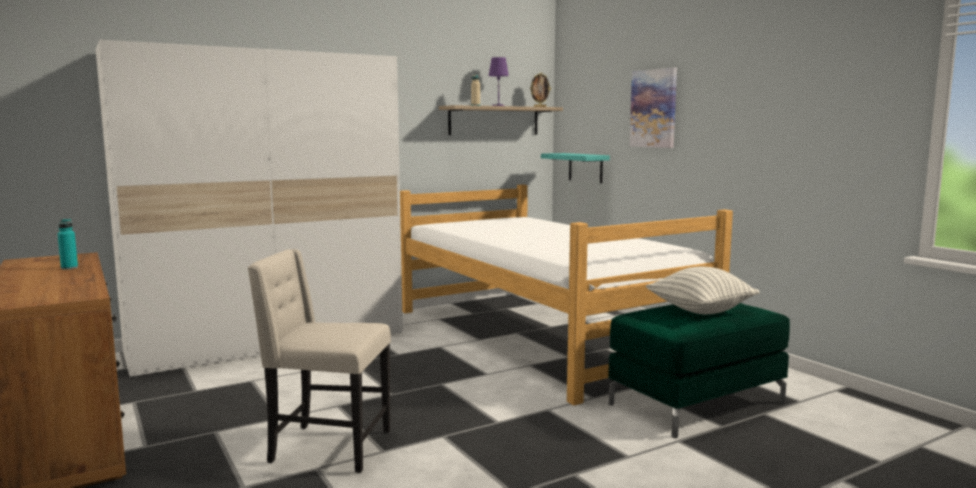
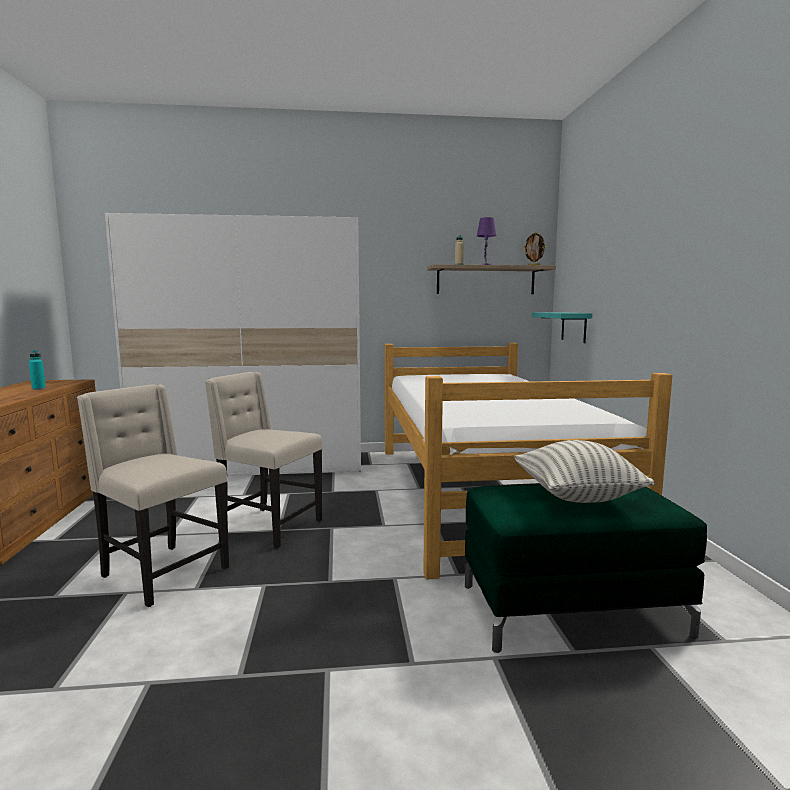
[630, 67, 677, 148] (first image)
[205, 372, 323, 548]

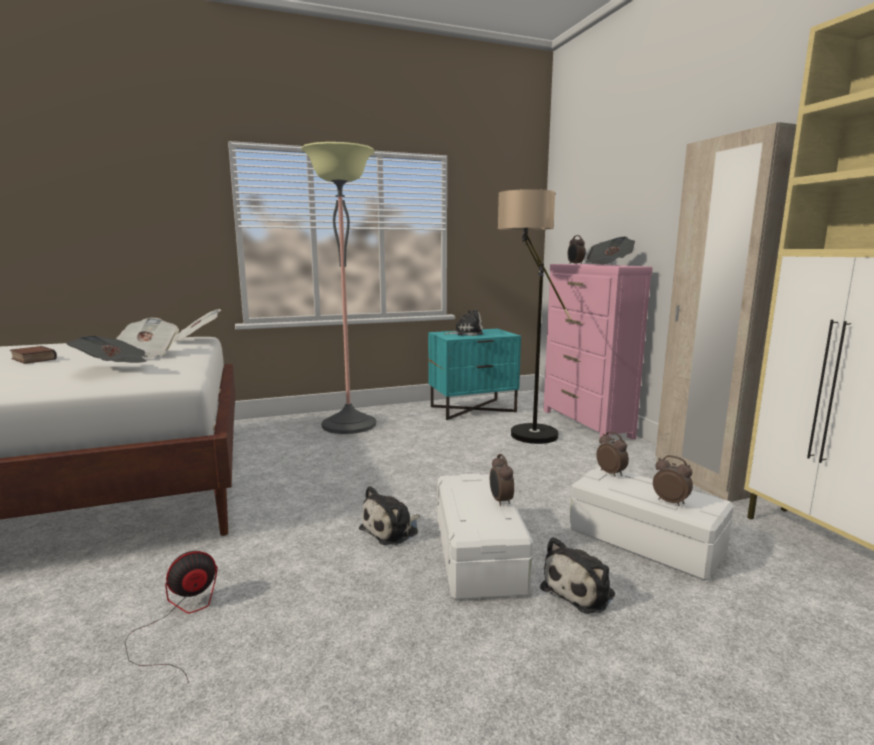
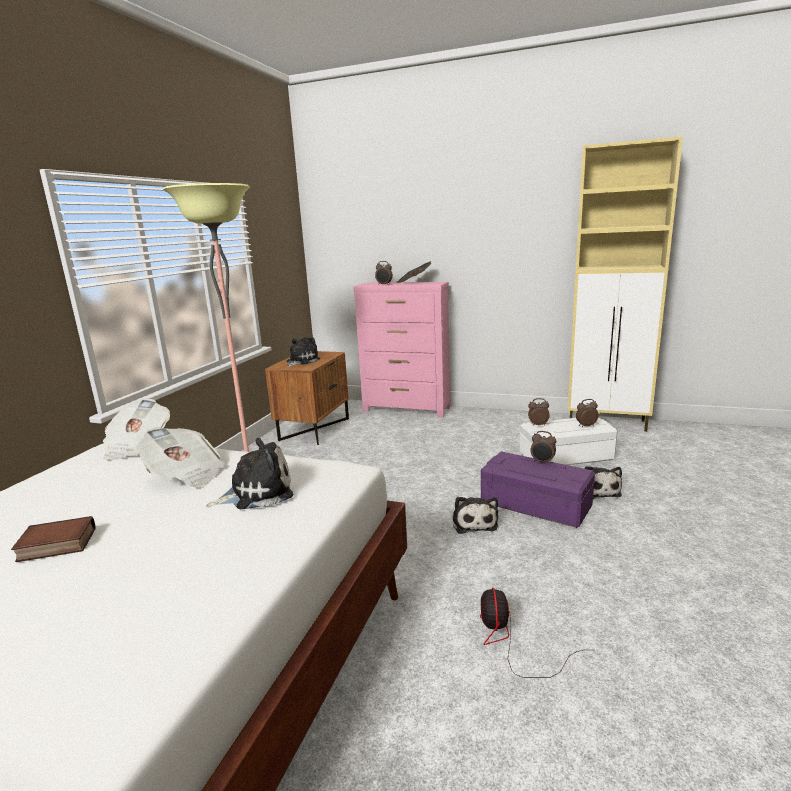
[655, 122, 797, 502] (first image)
[498, 189, 572, 444] (first image)
[265, 351, 349, 445]
[207, 438, 293, 509]
[481, 451, 595, 528]

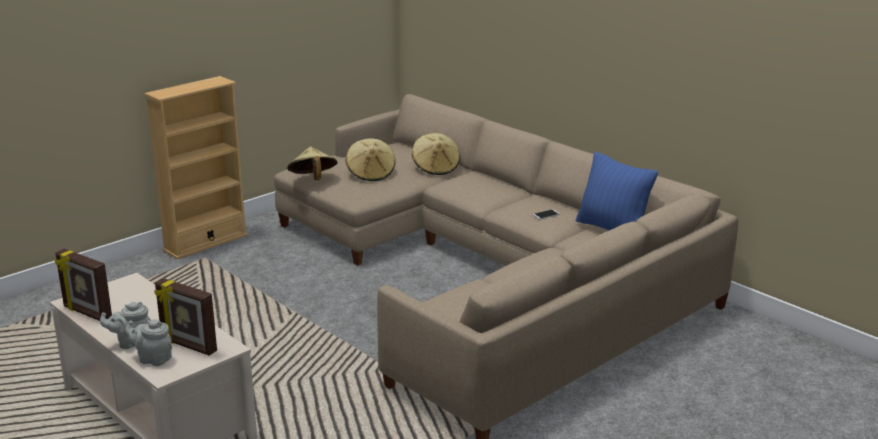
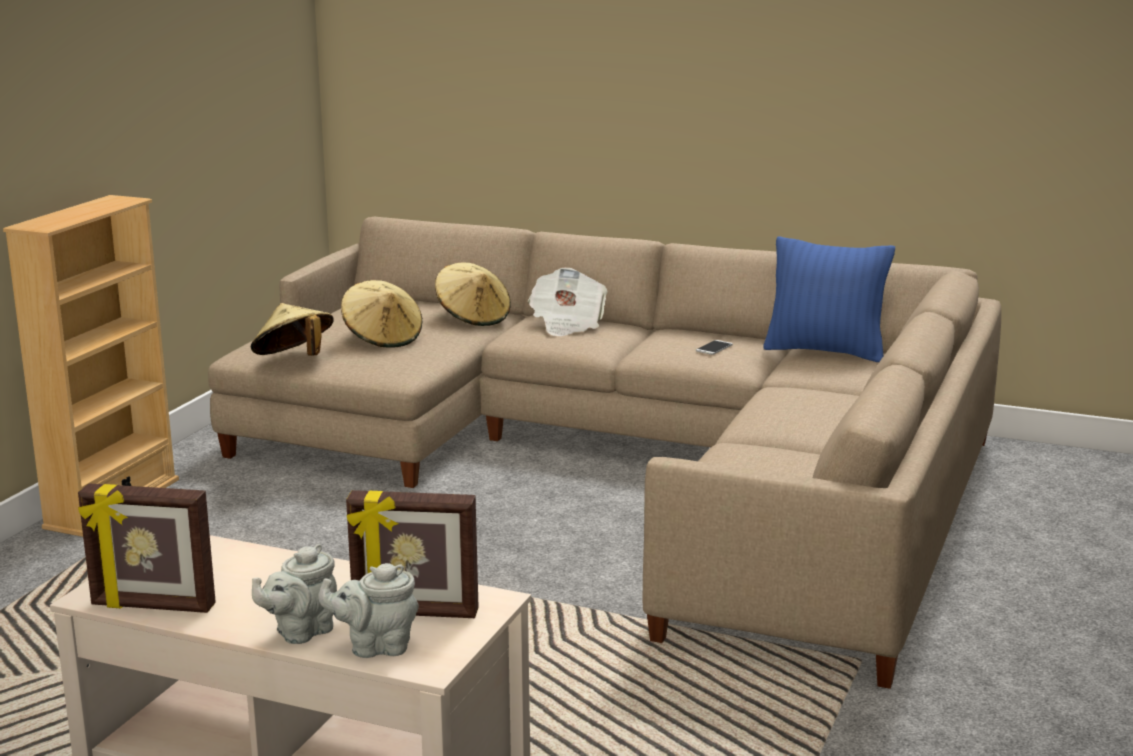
[528, 268, 608, 336]

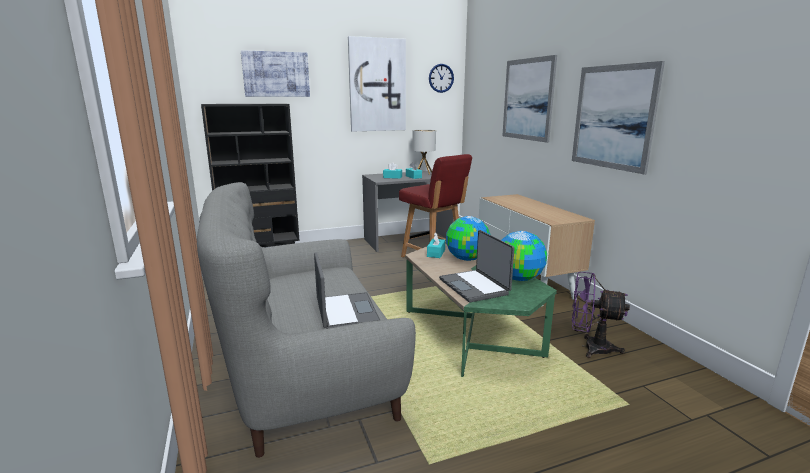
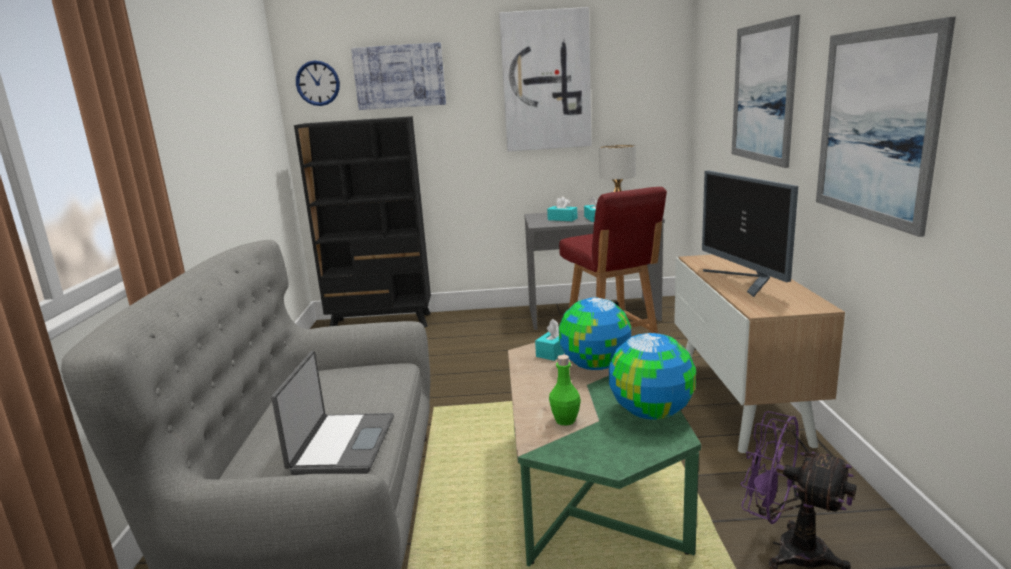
[296, 60, 340, 106]
[549, 355, 581, 426]
[702, 170, 798, 297]

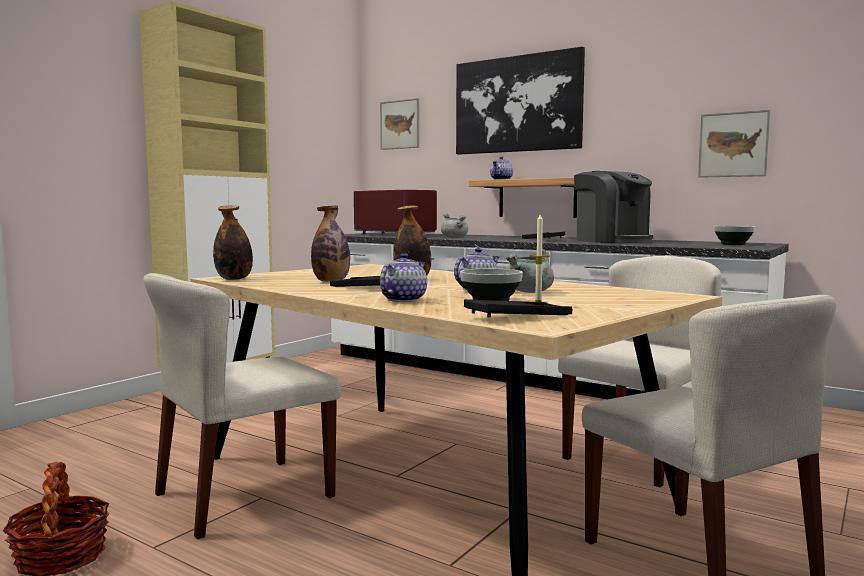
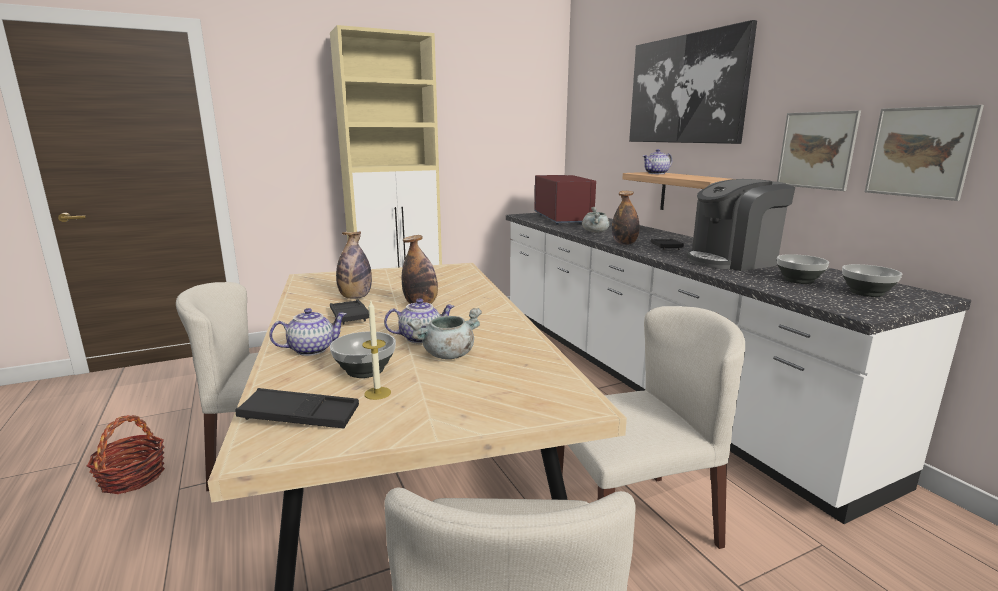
[777, 110, 861, 191]
[687, 179, 795, 271]
[612, 191, 640, 245]
[777, 254, 829, 284]

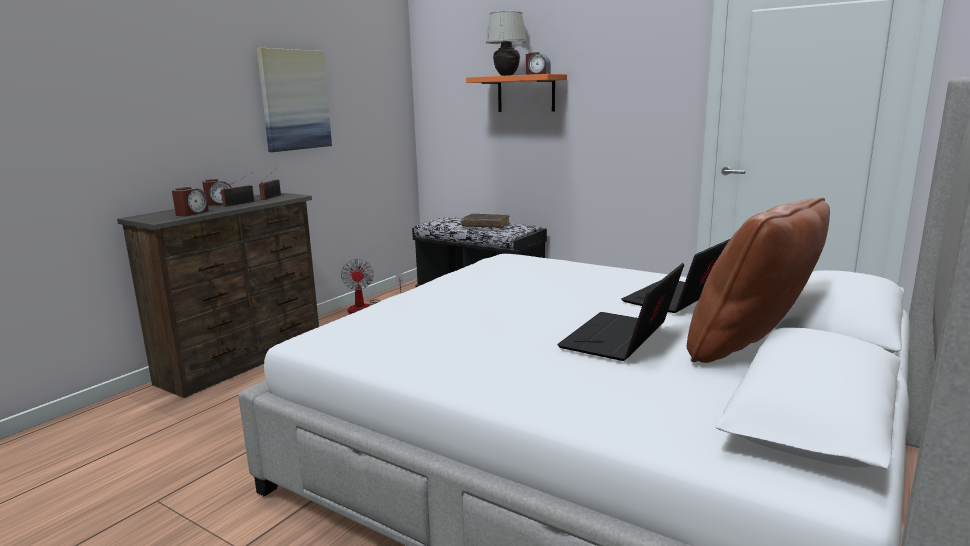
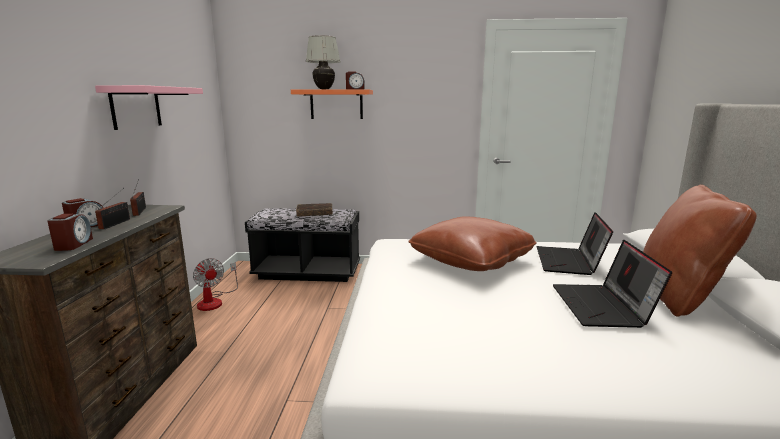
[95, 85, 203, 130]
[408, 216, 537, 271]

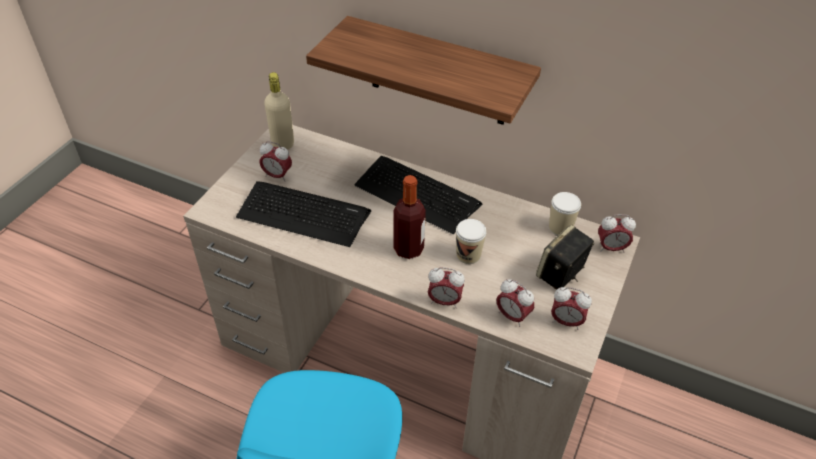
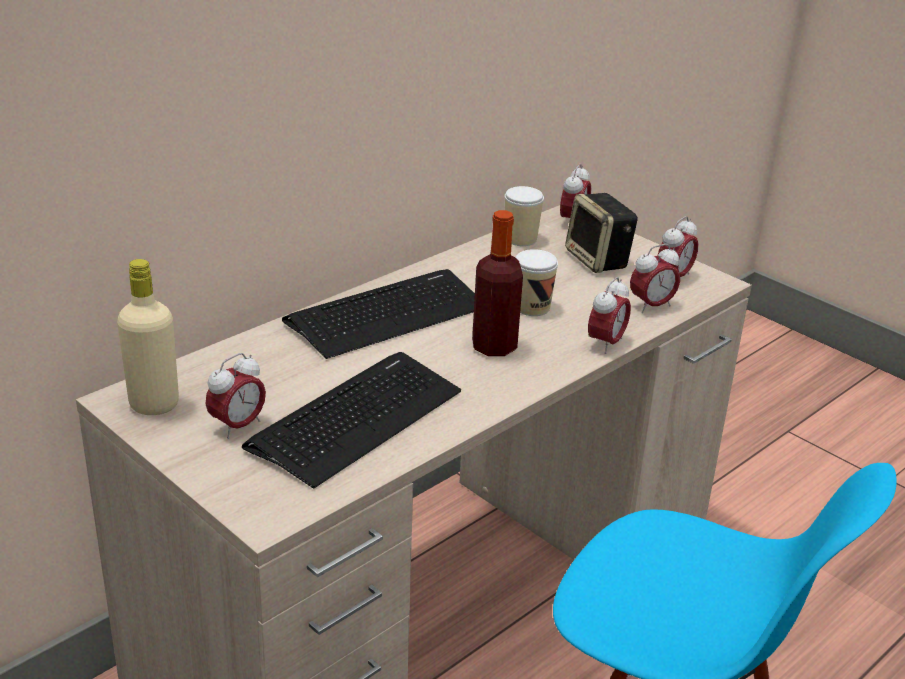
[306, 16, 541, 125] (first image)

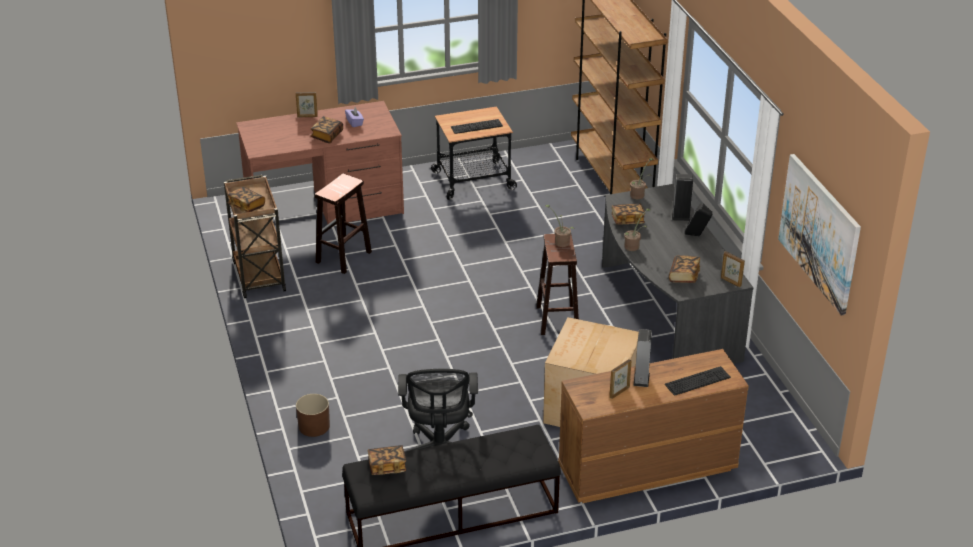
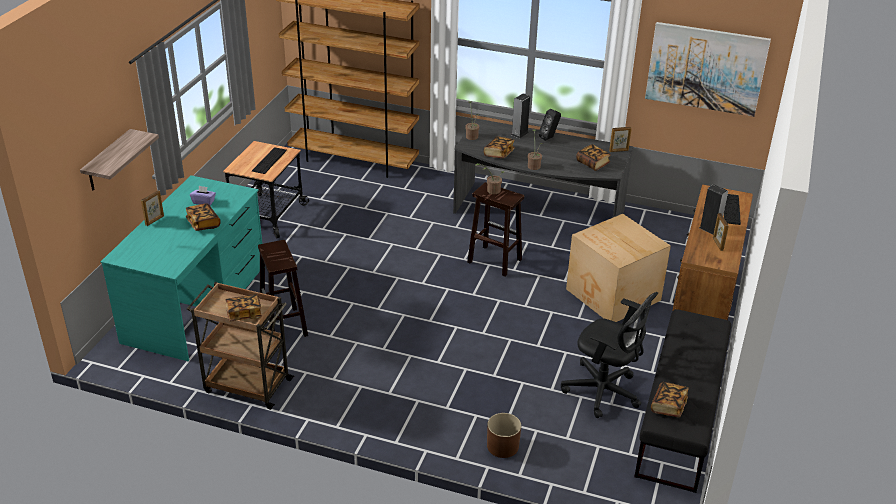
[101, 175, 262, 361]
[80, 129, 159, 190]

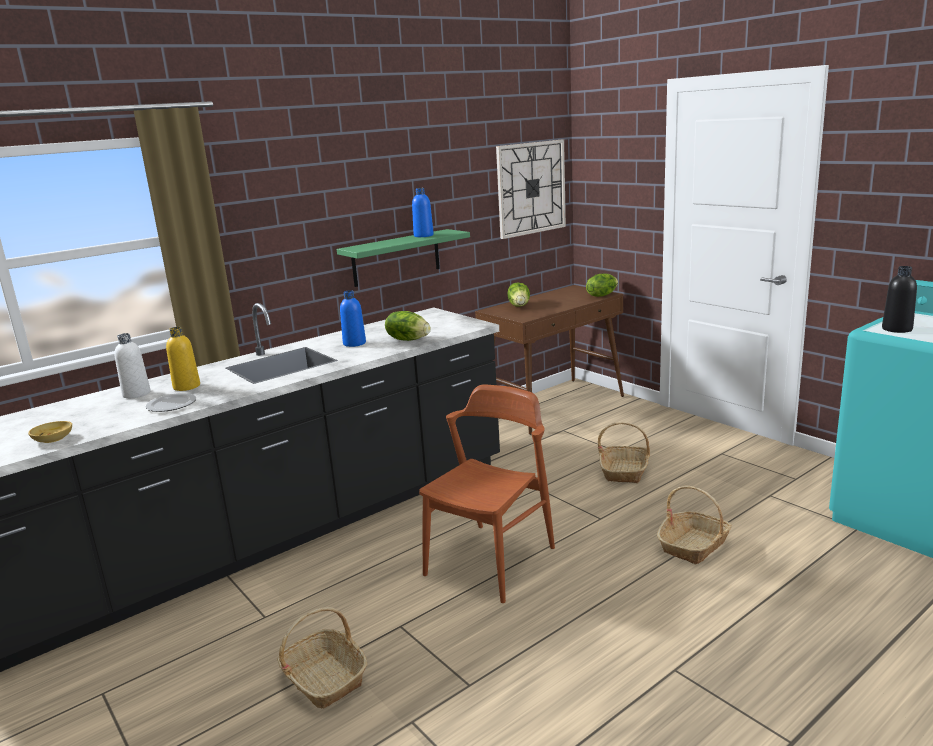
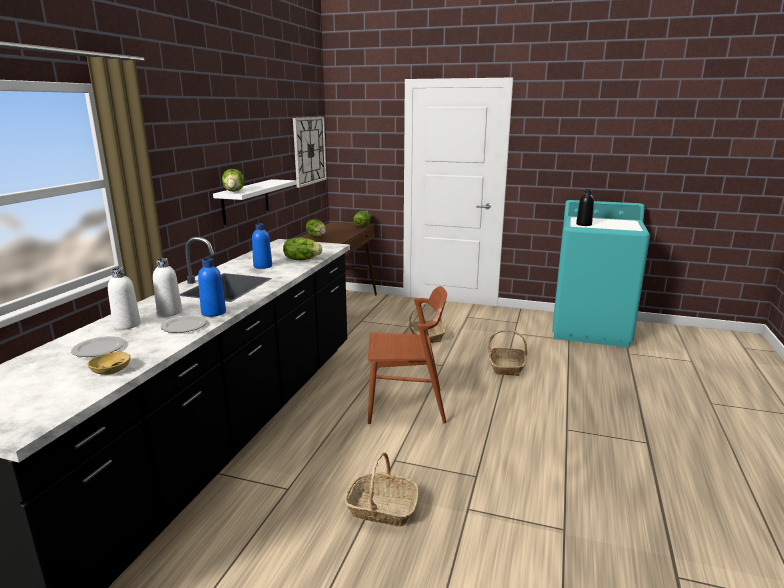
[198, 258, 226, 317]
[213, 179, 296, 225]
[153, 258, 182, 317]
[368, 286, 447, 424]
[222, 169, 244, 191]
[71, 336, 125, 357]

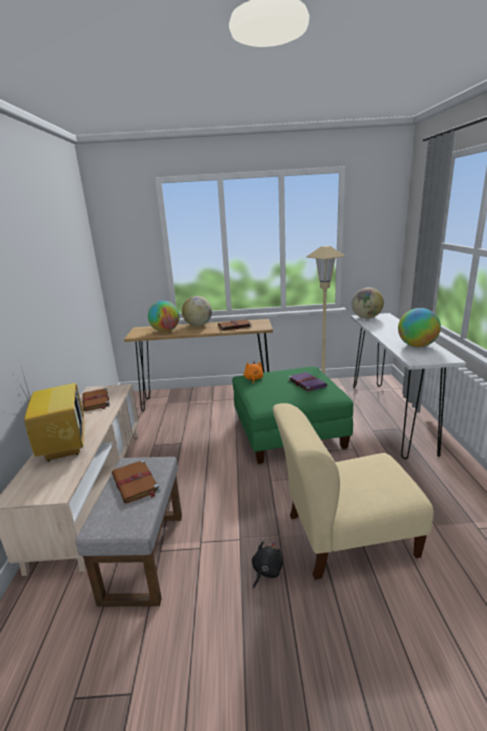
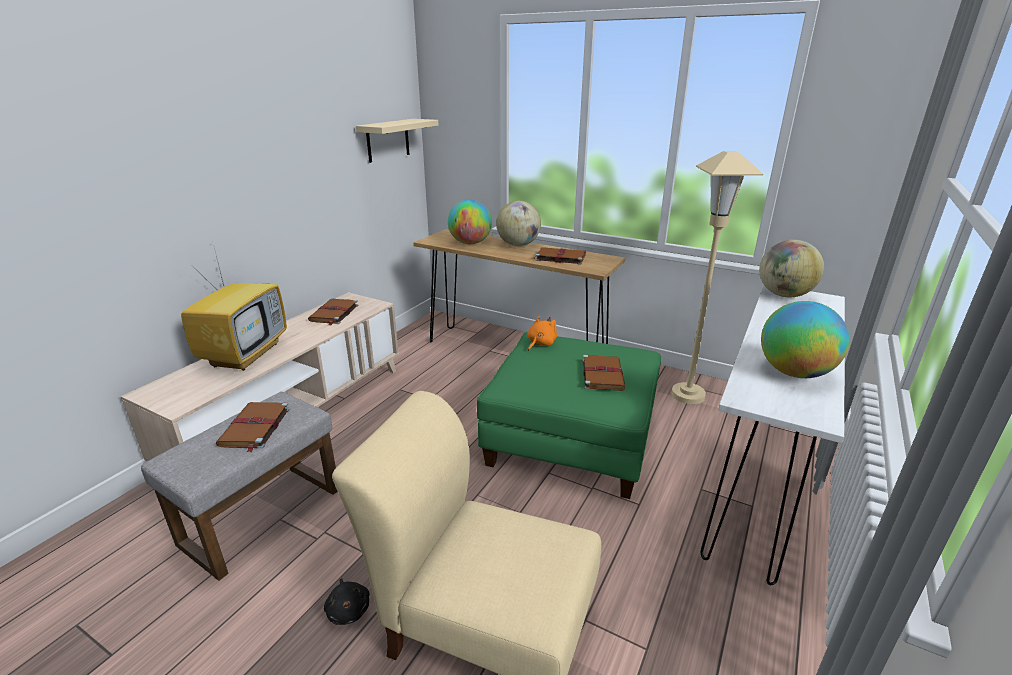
[583, 355, 625, 391]
[324, 579, 370, 625]
[356, 119, 439, 163]

